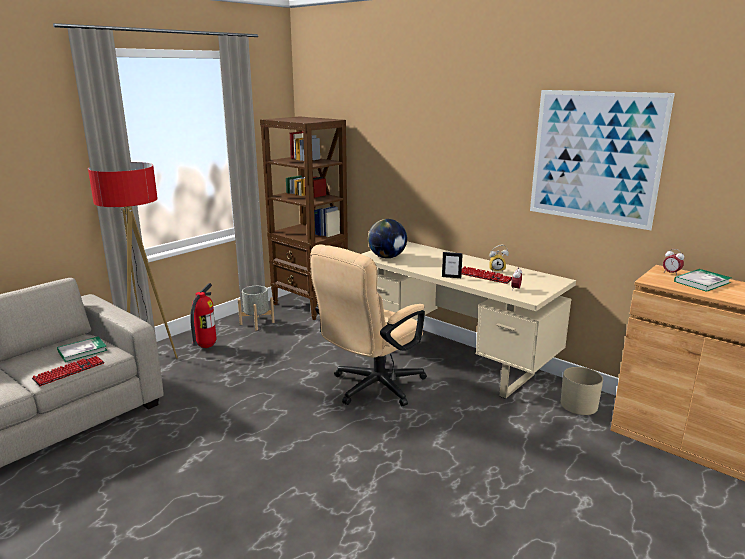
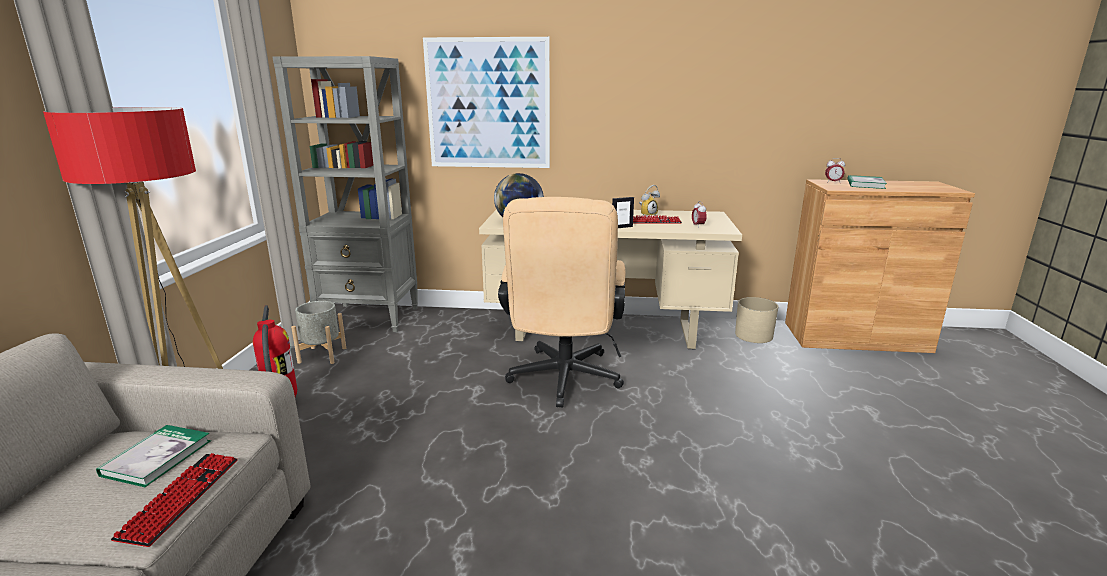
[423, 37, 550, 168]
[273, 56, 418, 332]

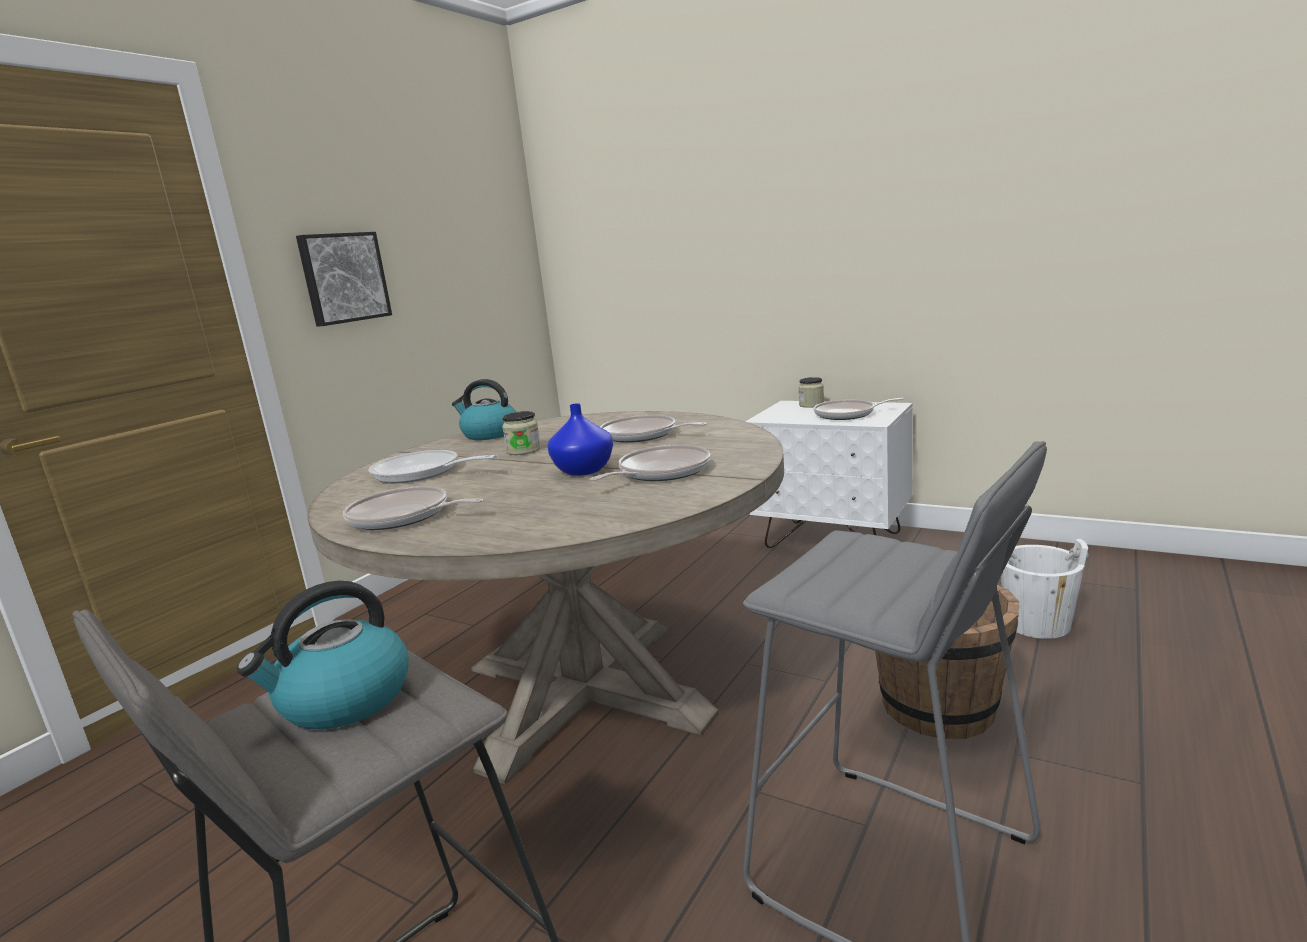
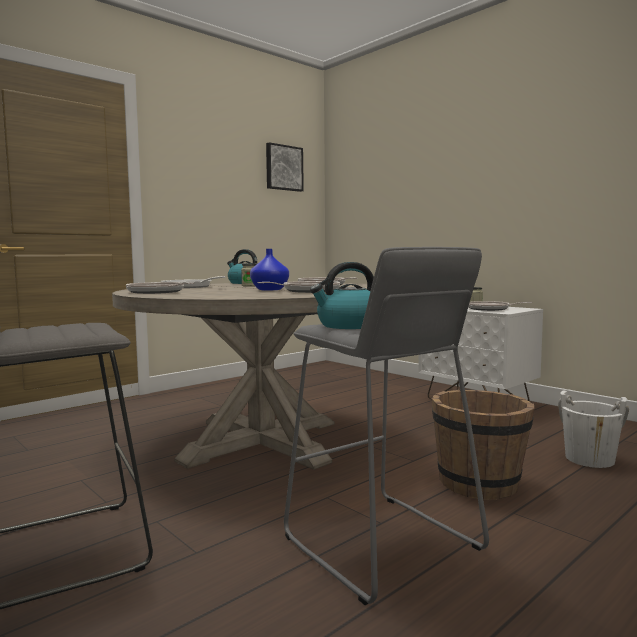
[266, 142, 304, 192]
[310, 262, 374, 329]

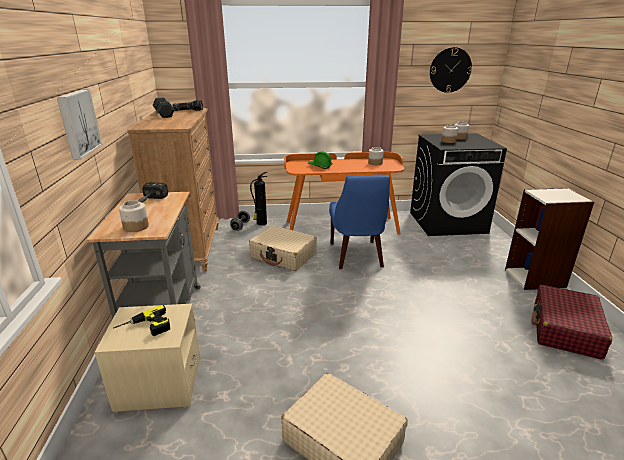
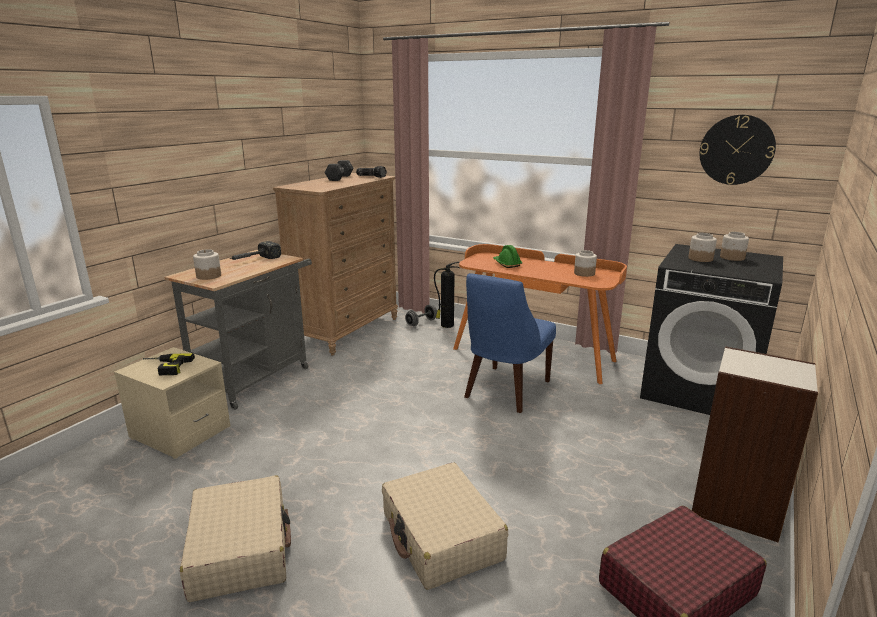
[57, 90, 102, 159] (first image)
[382, 462, 508, 590]

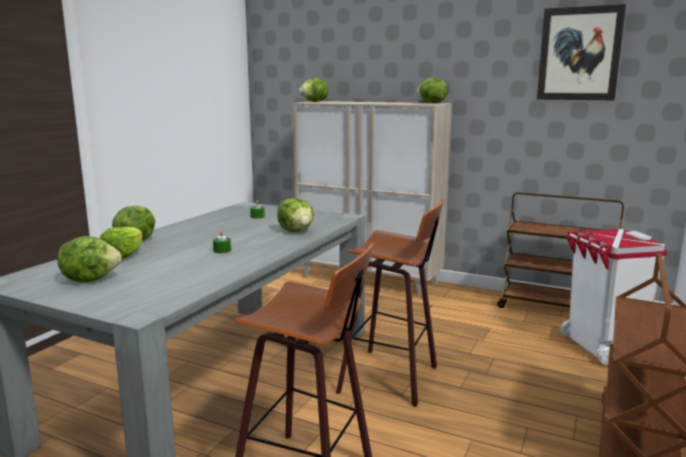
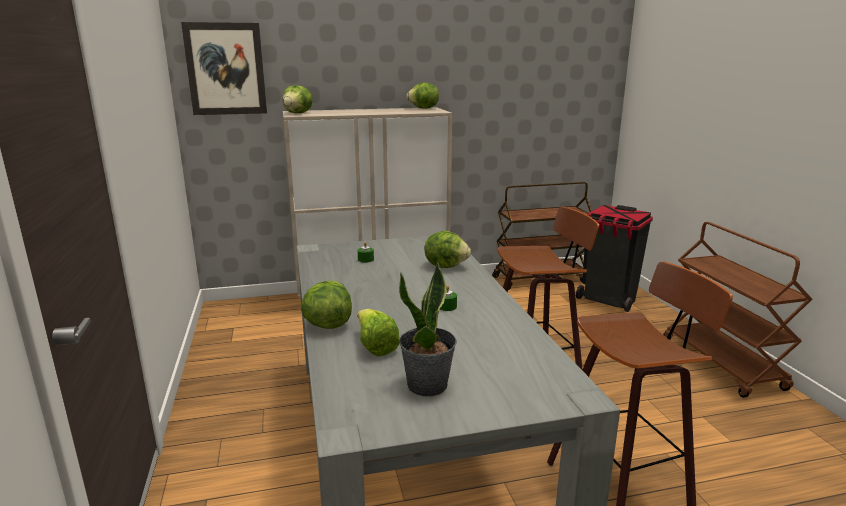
[181, 22, 267, 115]
[576, 205, 653, 312]
[399, 262, 457, 396]

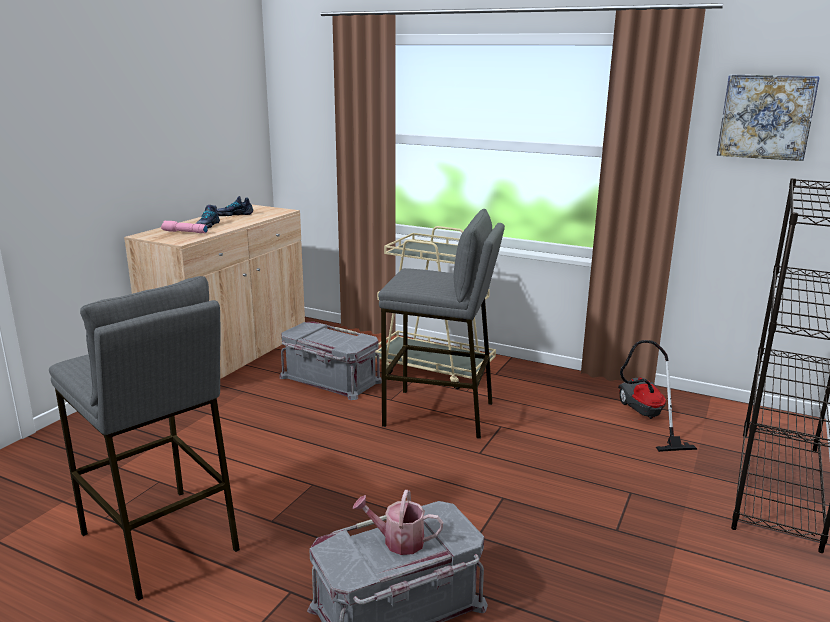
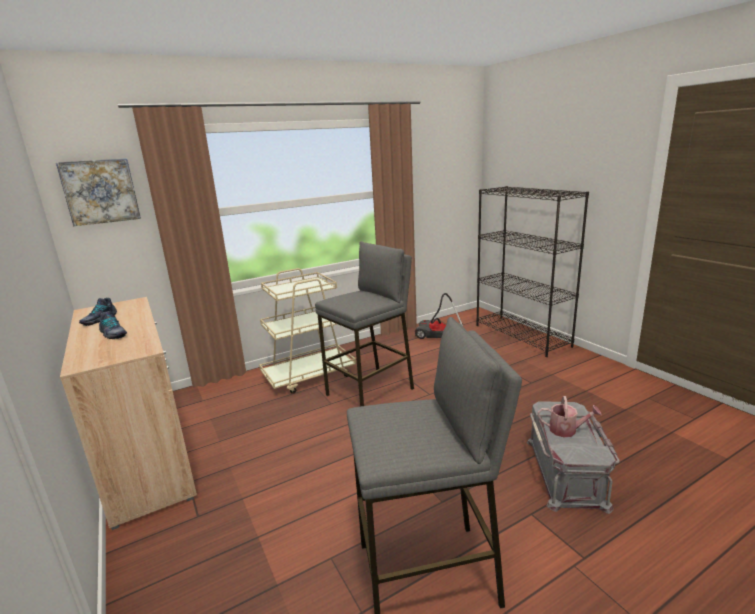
[56, 158, 141, 226]
[161, 221, 208, 233] (first image)
[279, 321, 382, 400] (first image)
[538, 396, 602, 437]

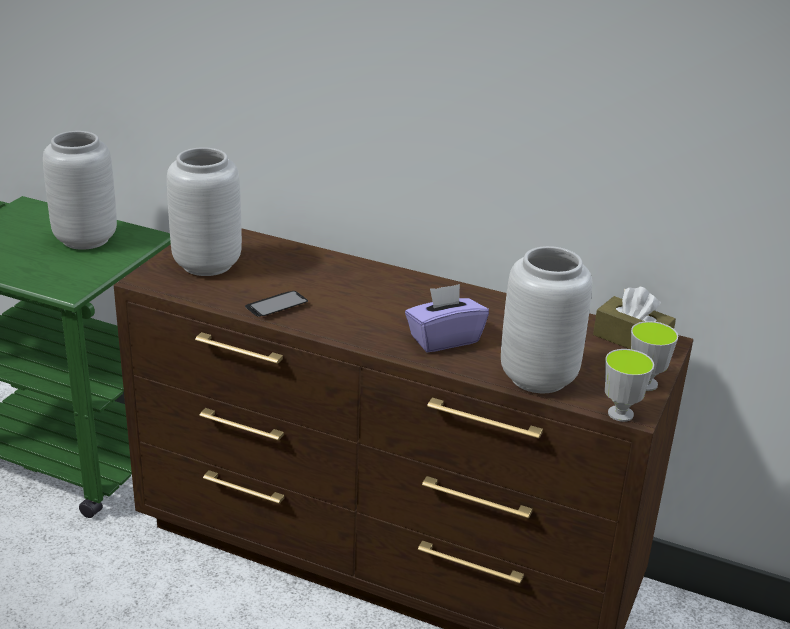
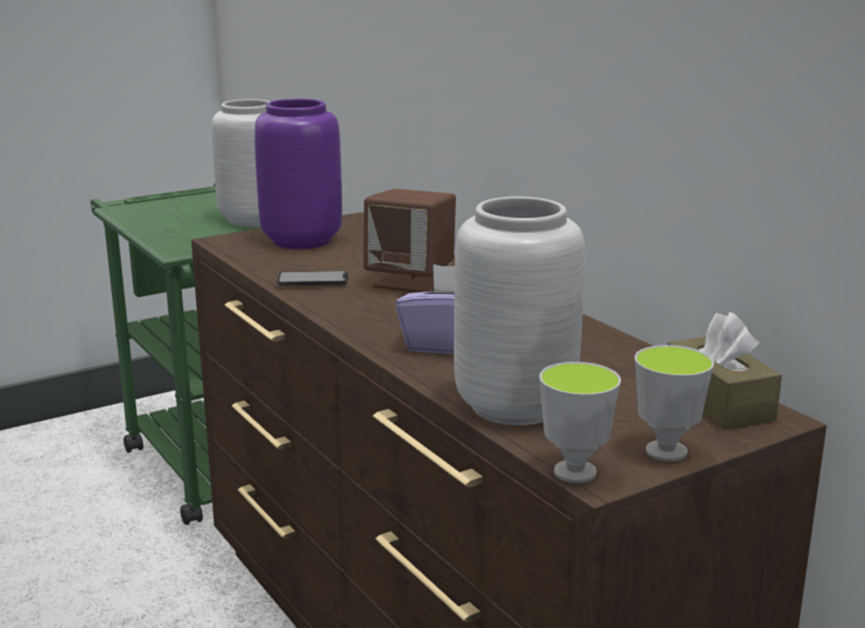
[255, 99, 342, 249]
[363, 189, 456, 292]

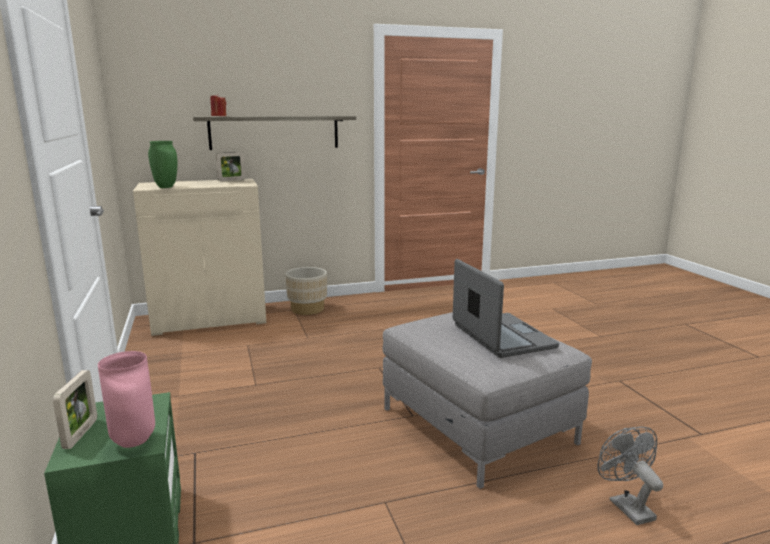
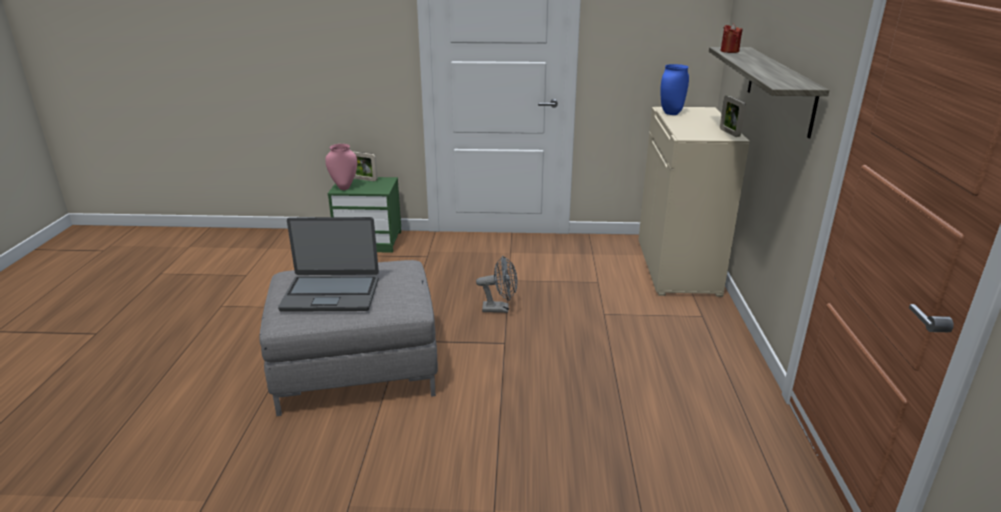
[661, 64, 689, 115]
[285, 267, 327, 315] (first image)
[476, 256, 518, 313]

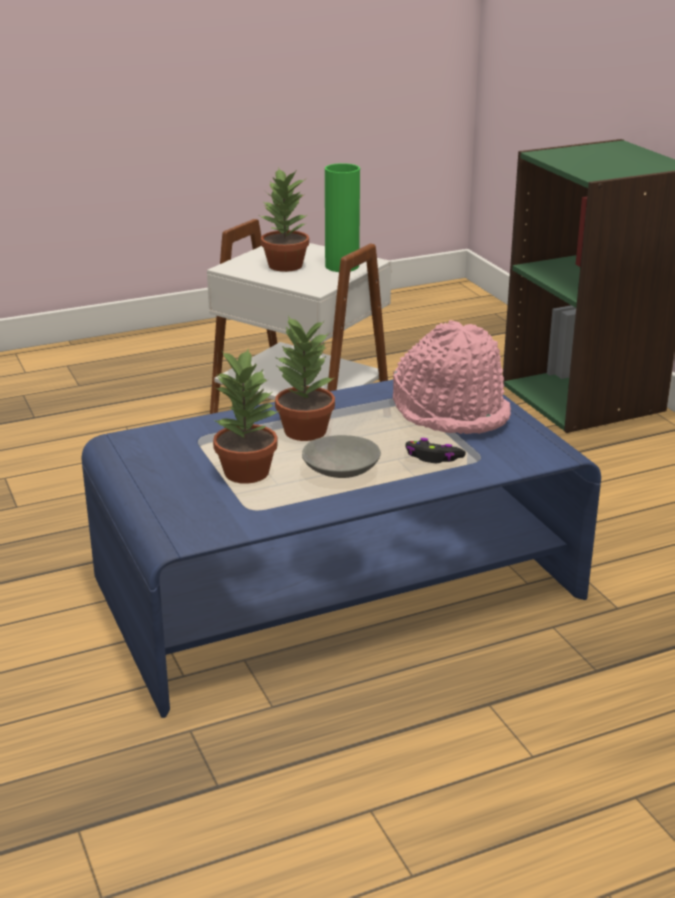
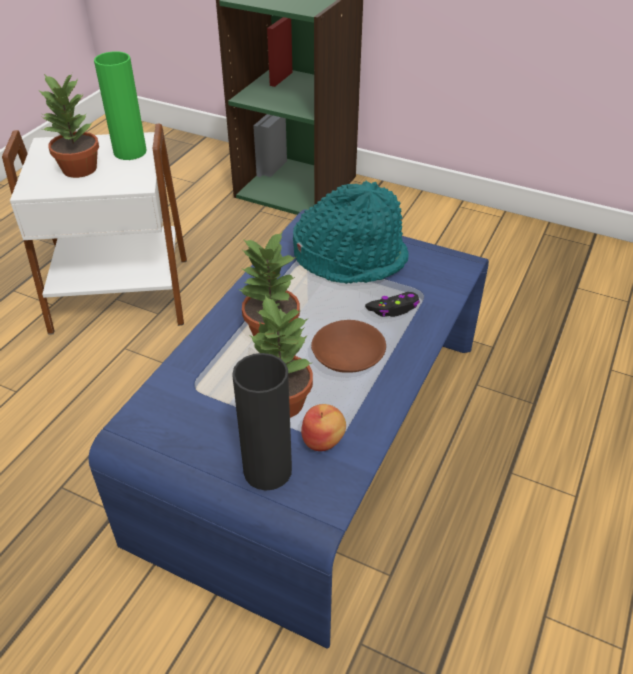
[293, 181, 409, 284]
[311, 320, 386, 373]
[232, 353, 292, 491]
[301, 404, 346, 451]

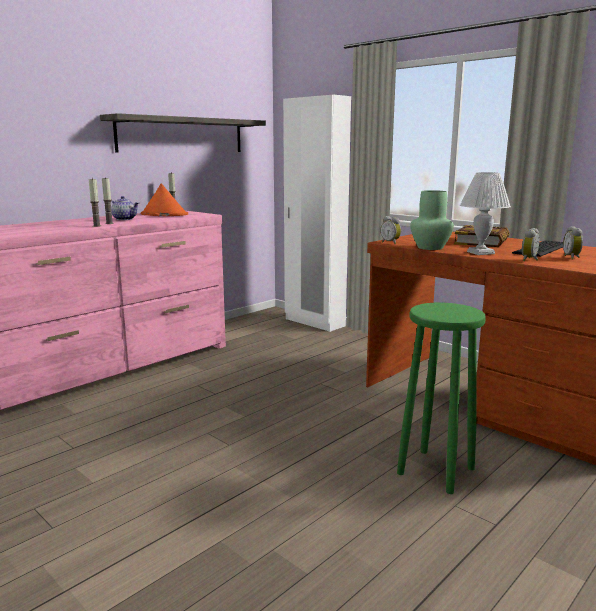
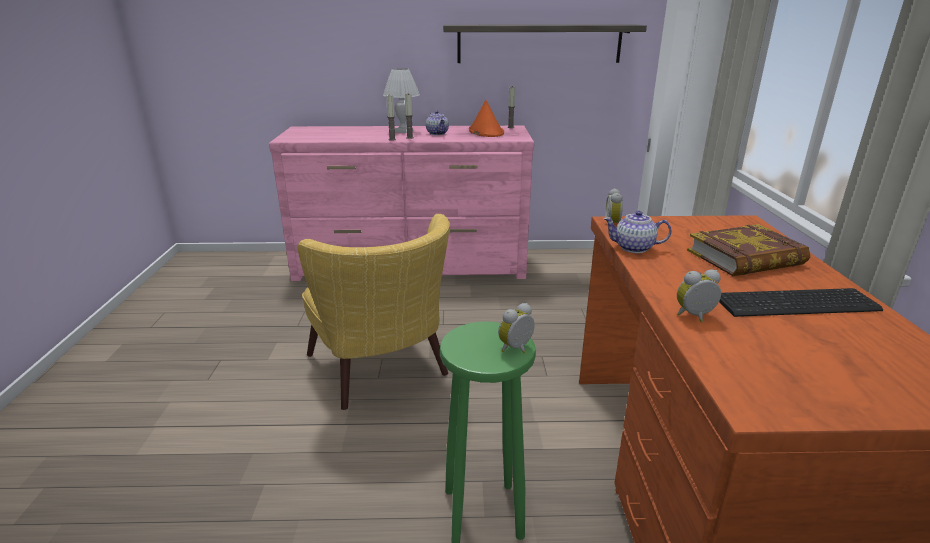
[383, 68, 420, 133]
[603, 211, 672, 253]
[498, 303, 535, 353]
[298, 214, 450, 410]

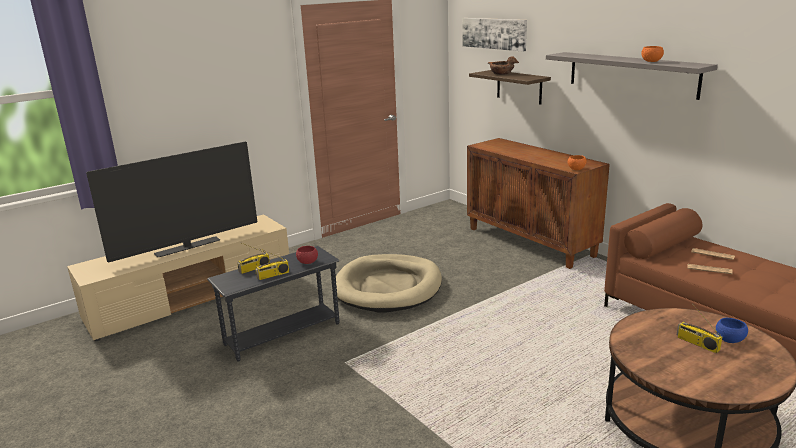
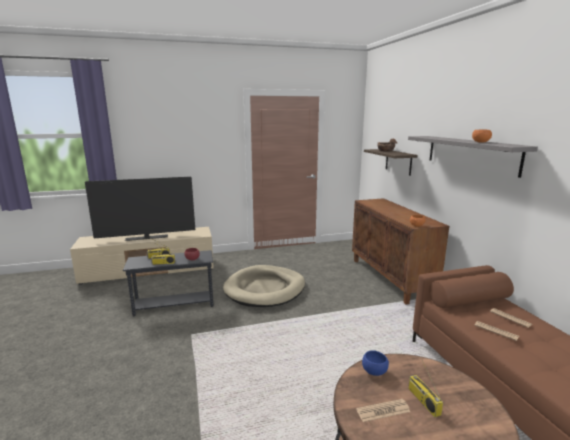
[462, 18, 527, 52] (first image)
[362, 350, 389, 376]
[356, 399, 410, 422]

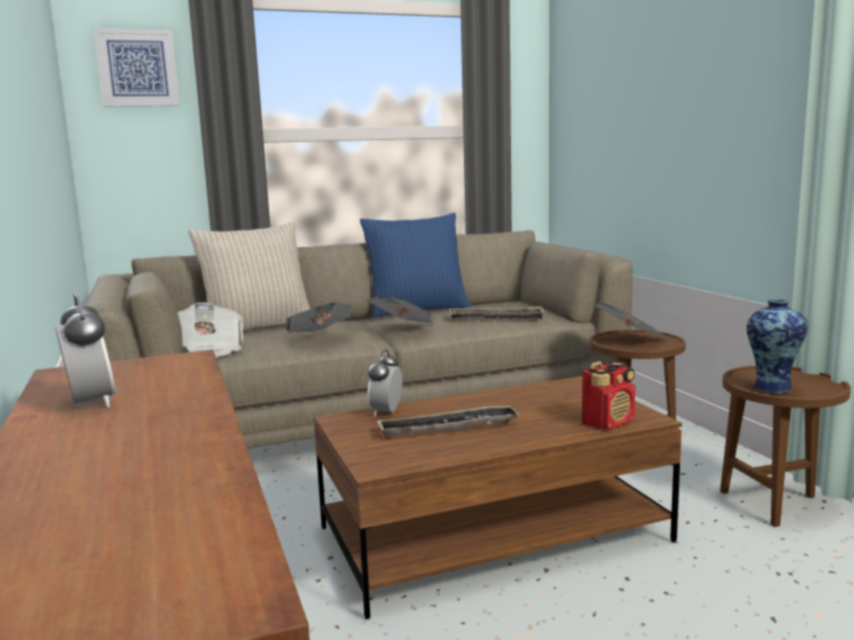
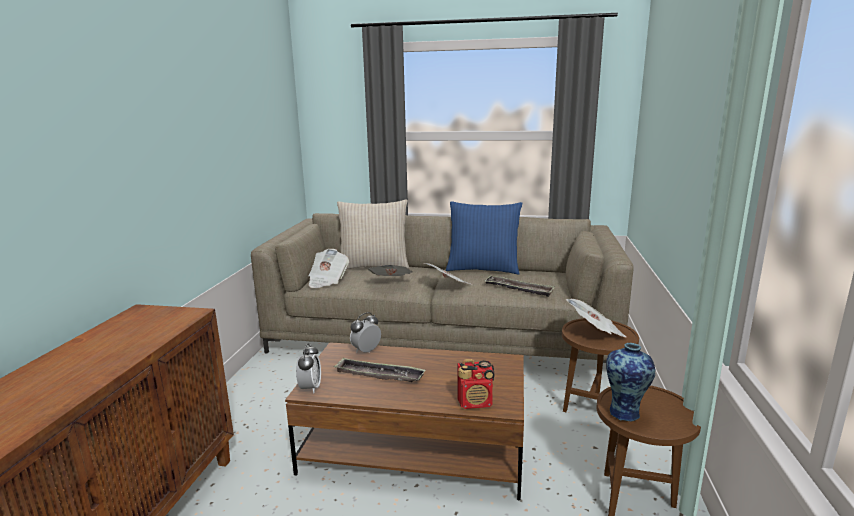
[93, 28, 180, 106] (first image)
[296, 344, 321, 393]

